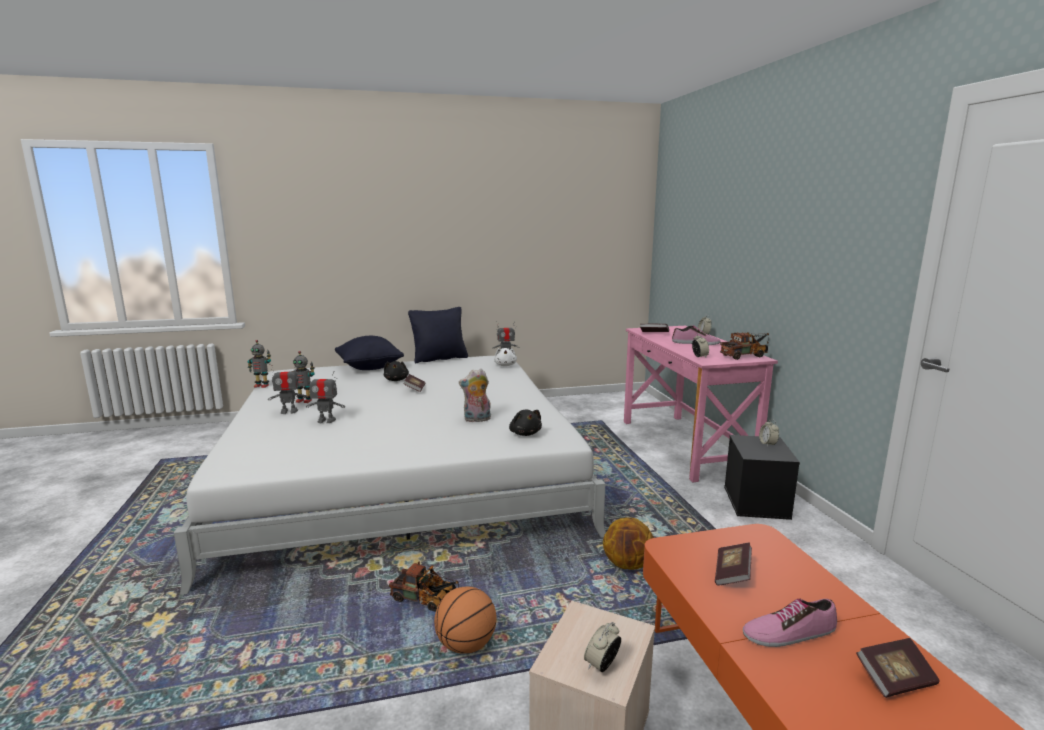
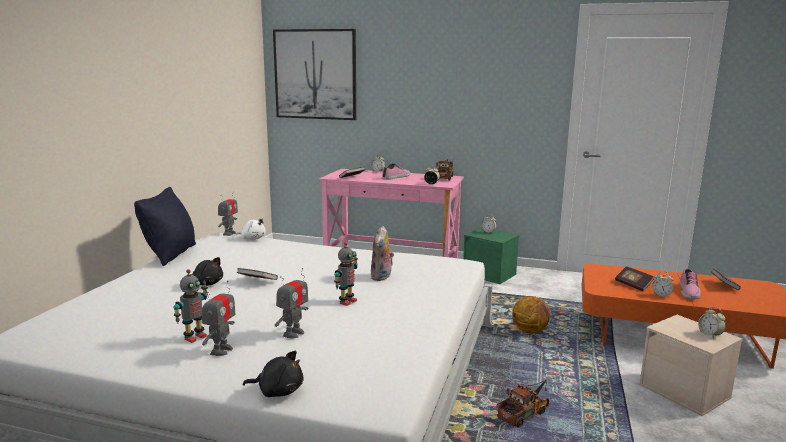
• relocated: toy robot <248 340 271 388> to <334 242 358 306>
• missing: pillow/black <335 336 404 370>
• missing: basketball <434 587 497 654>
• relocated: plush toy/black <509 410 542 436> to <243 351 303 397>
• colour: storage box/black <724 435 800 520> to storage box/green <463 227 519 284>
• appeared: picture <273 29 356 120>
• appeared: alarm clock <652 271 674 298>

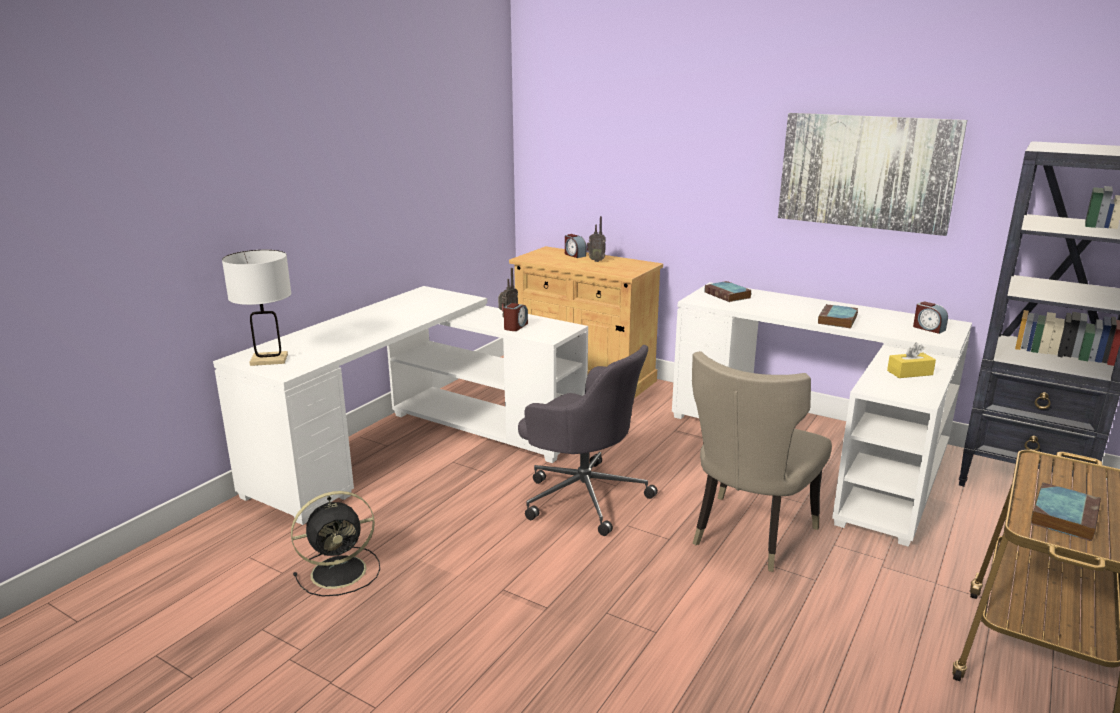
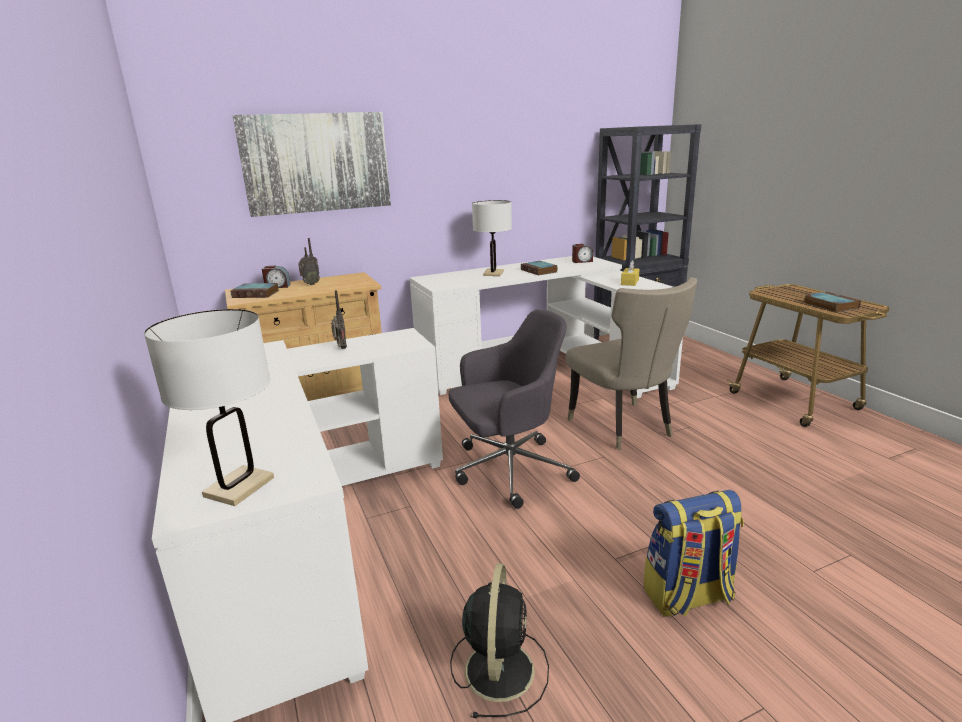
• missing: alarm clock <504 303 528 331>
• relocated: book <705 281 751 302> to <230 283 279 298>
• relocated: picture <778 113 967 236> to <233 112 391 217>
• appeared: table lamp/white <472 200 512 276>
• appeared: backpack <644 490 744 617>

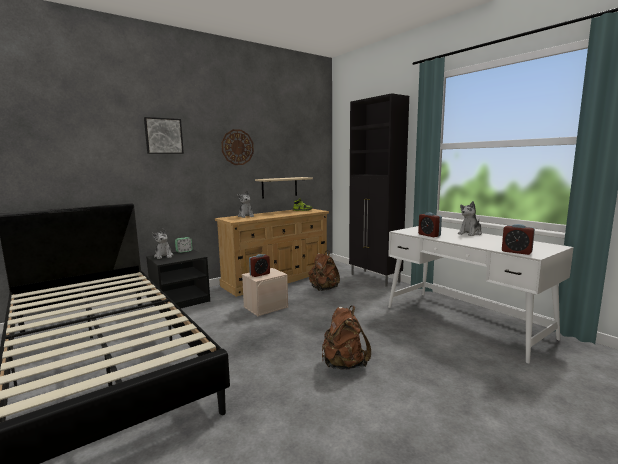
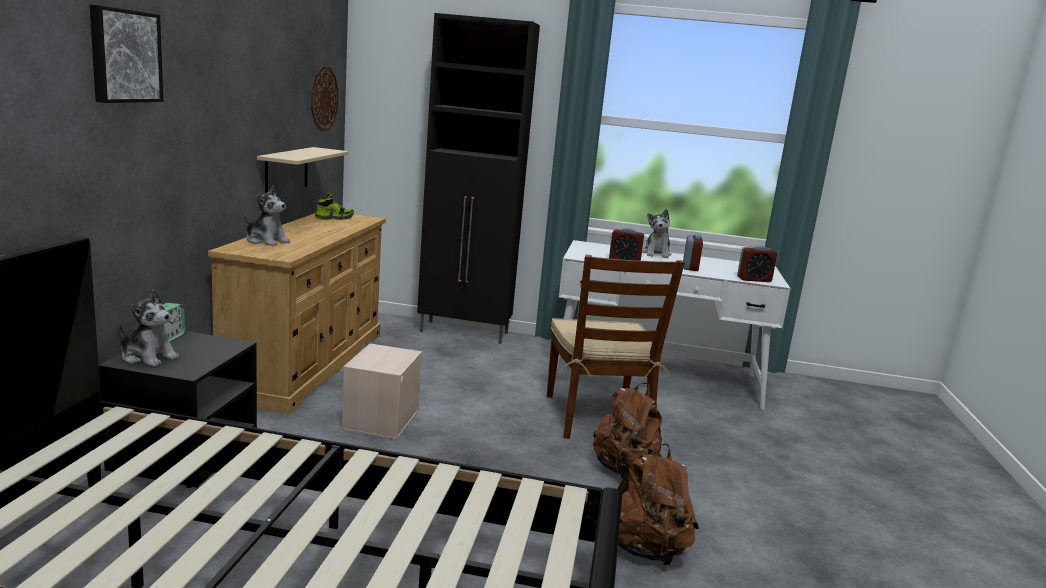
• relocated: wall clock <221 129 254 165> to <311 67 339 131>
• relocated: alarm clock <249 254 270 277> to <683 234 703 271>
• relocated: backpack/brown <309 250 340 291> to <617 443 699 565>
• appeared: chair/brown <547 255 685 439>

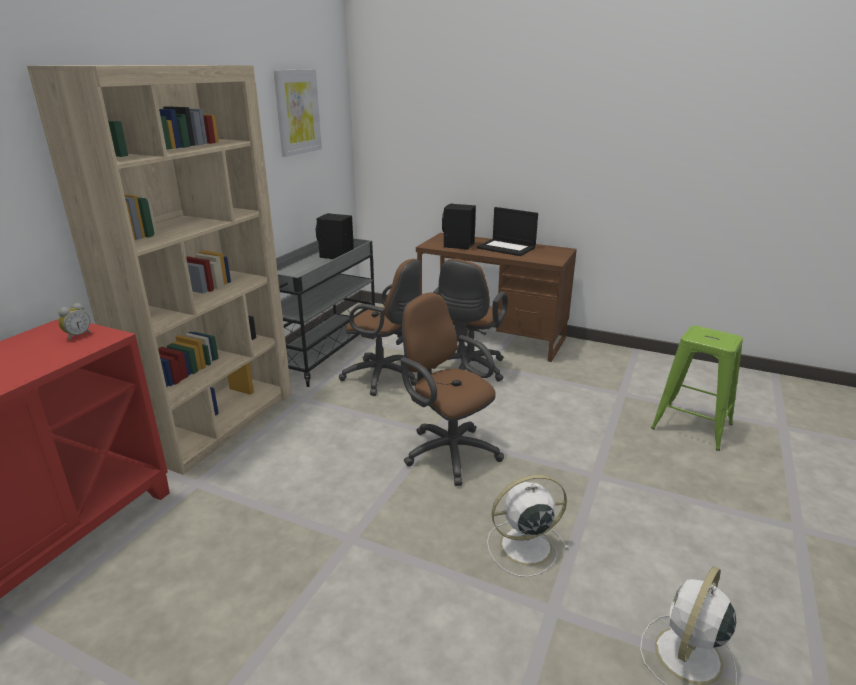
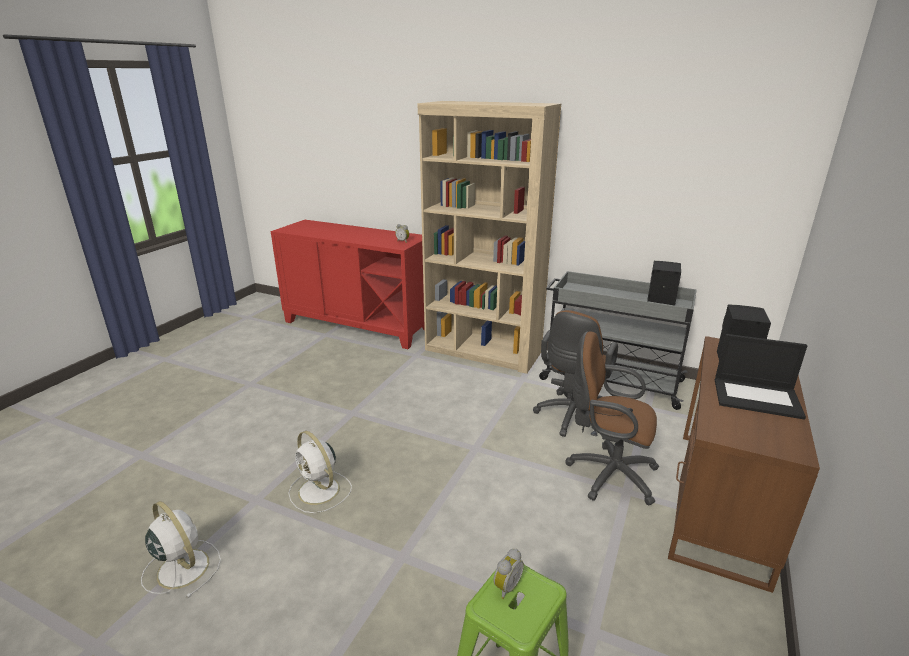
• missing: picture <274 69 322 157>
• missing: office chair/brown <400 292 504 486>
• spun: laptop <477 207 538 256> = <715 334 807 419> 105 degrees counterclockwise
• spun: fan/white <487 475 569 577> = <288 431 352 513> 150 degrees clockwise
• appeared: alarm clock <493 549 524 599>

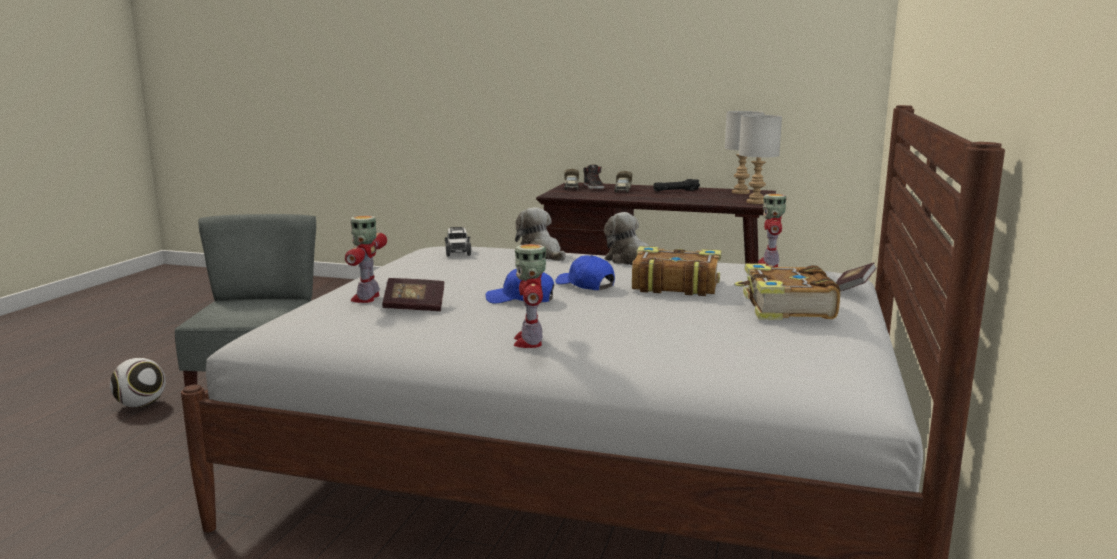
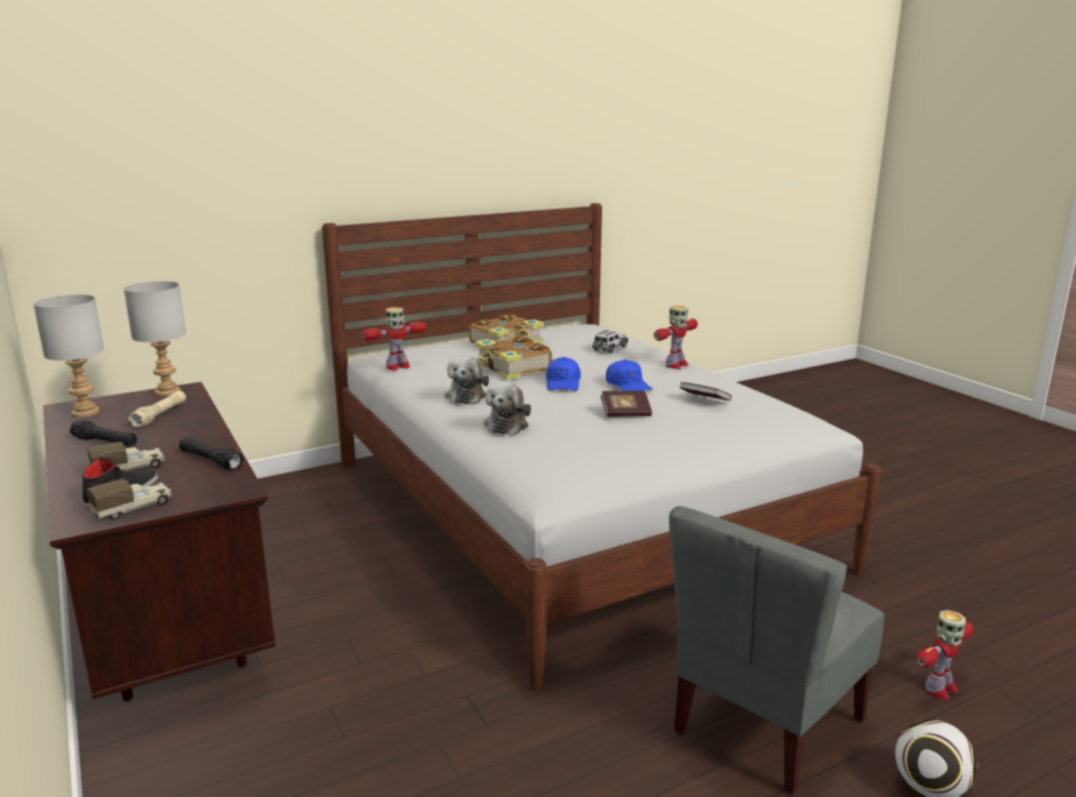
• relocated: toy robot <345 216 387 303> to <915 610 973 700>
• relocated: toy car <445 227 471 256> to <592 330 628 354>
• relocated: book <836 262 876 291> to <601 391 652 417>
• appeared: flashlight/beige <128 391 186 427>
• appeared: flashlight/black <179 437 244 470>

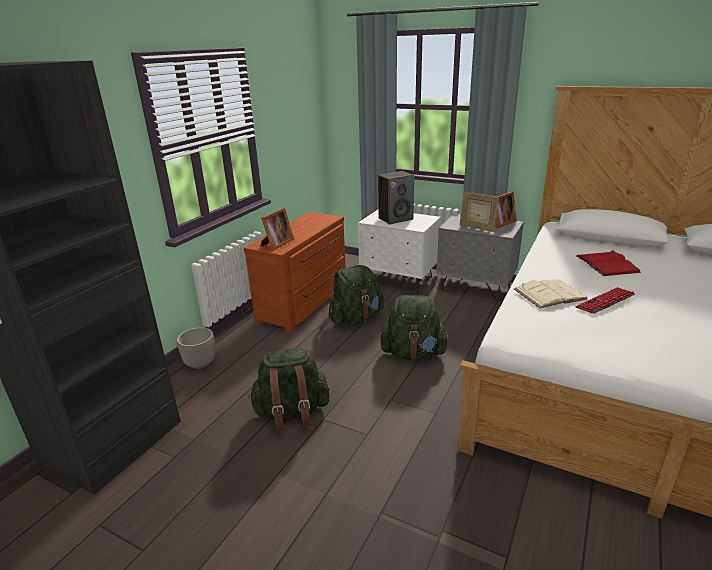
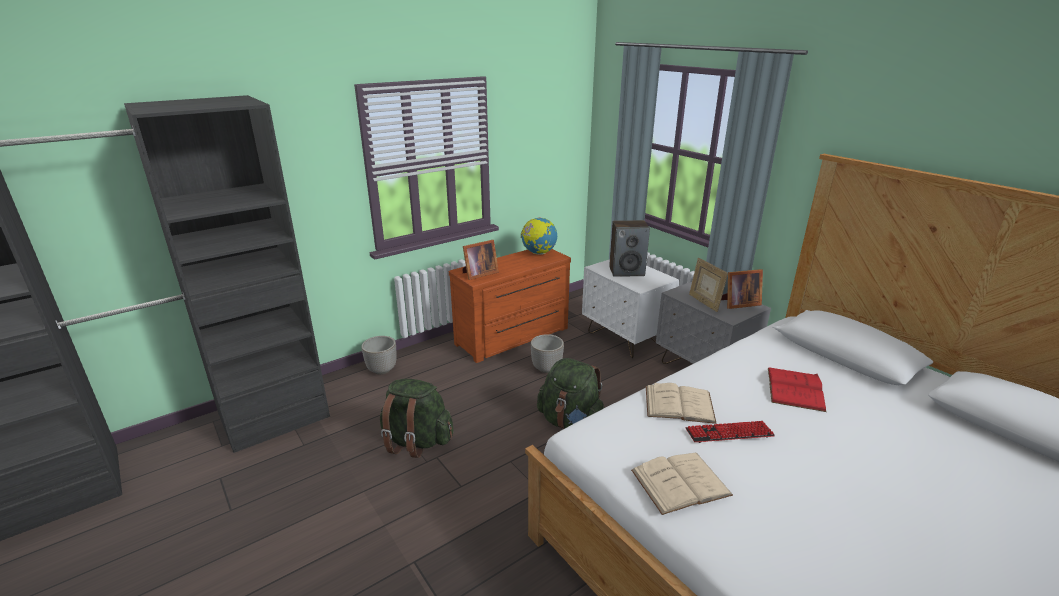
• exchanged: backpack/green <329 265 384 325> to planter <531 334 564 373>
• appeared: globe <521 217 557 255>
• appeared: book/beige <631 453 733 515>

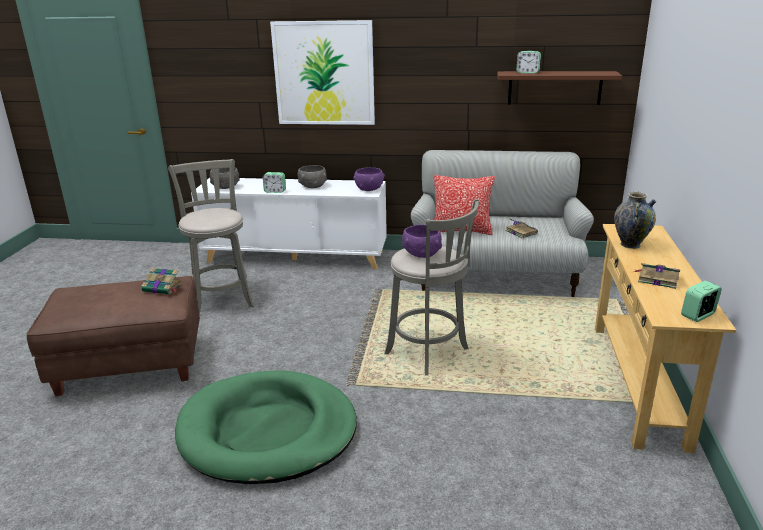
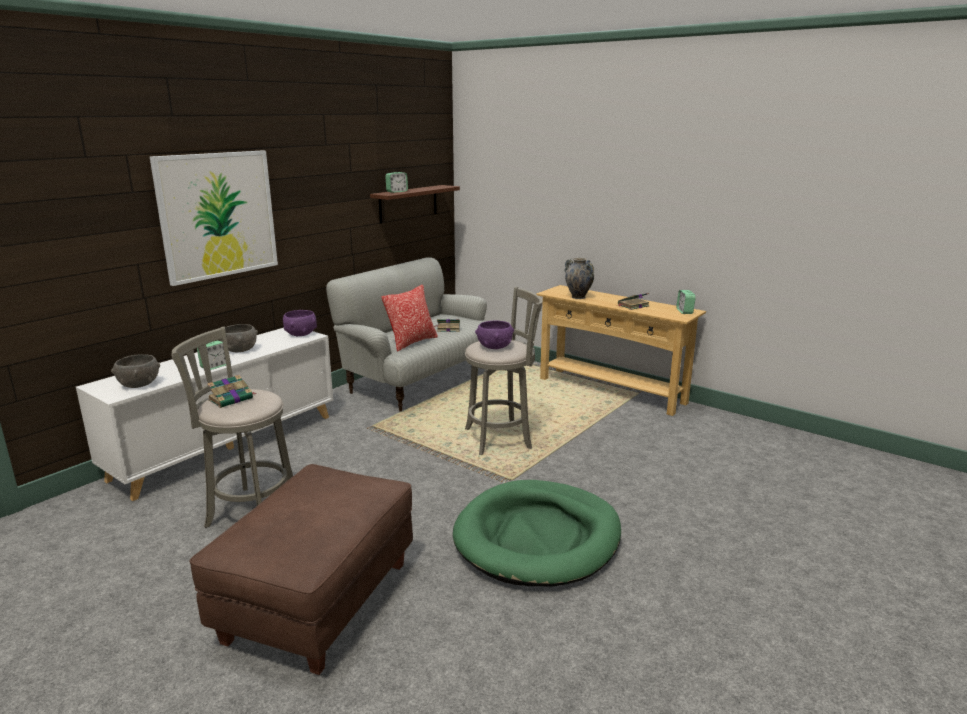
• relocated: book <142 268 182 294> to <207 375 257 408>

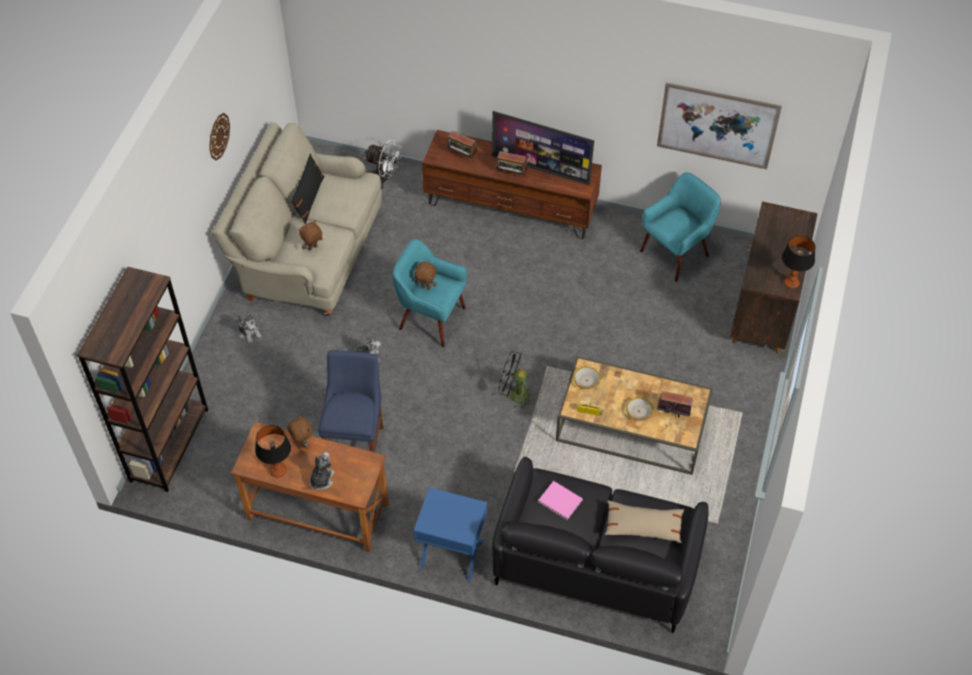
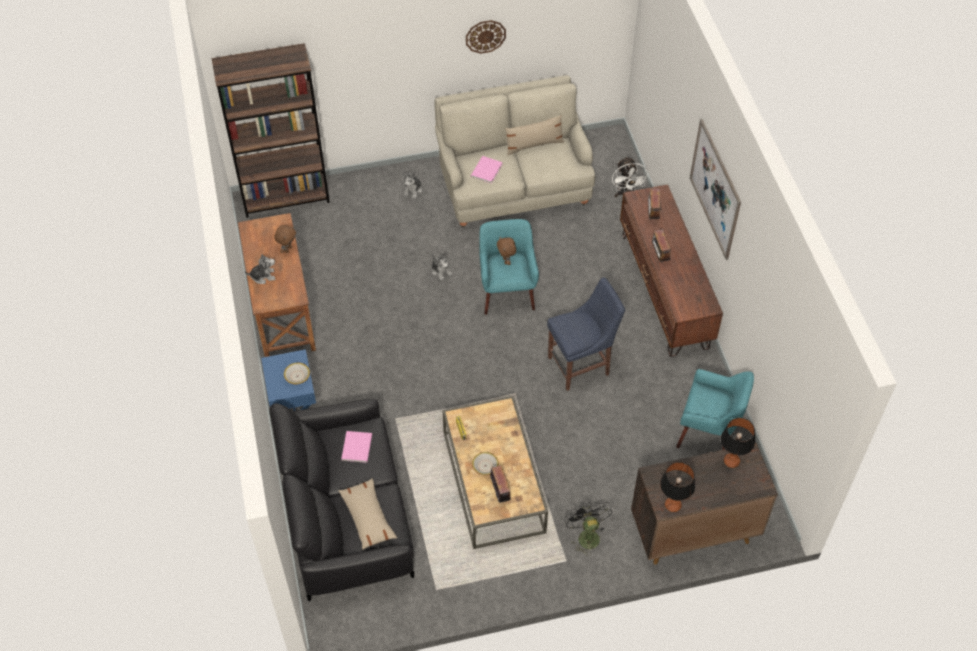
• relocated: table lamp <255 425 291 478> to <721 418 755 468>
• colour: pillow/black <291 154 324 225> to pillow/beige <505 115 564 156>
• exchanged: plush toy/brown <299 221 323 251> to book/pink <471 156 503 184>
• relocated: chair/blue <318 350 383 452> to <547 278 625 391>
• missing: television <492 111 594 185>
• relocated: fan/black <499 351 535 409> to <564 500 612 556>
• relocated: bowl <573 366 600 389> to <284 363 310 384>
• relocated: picture <657 83 782 169> to <690 119 741 260>

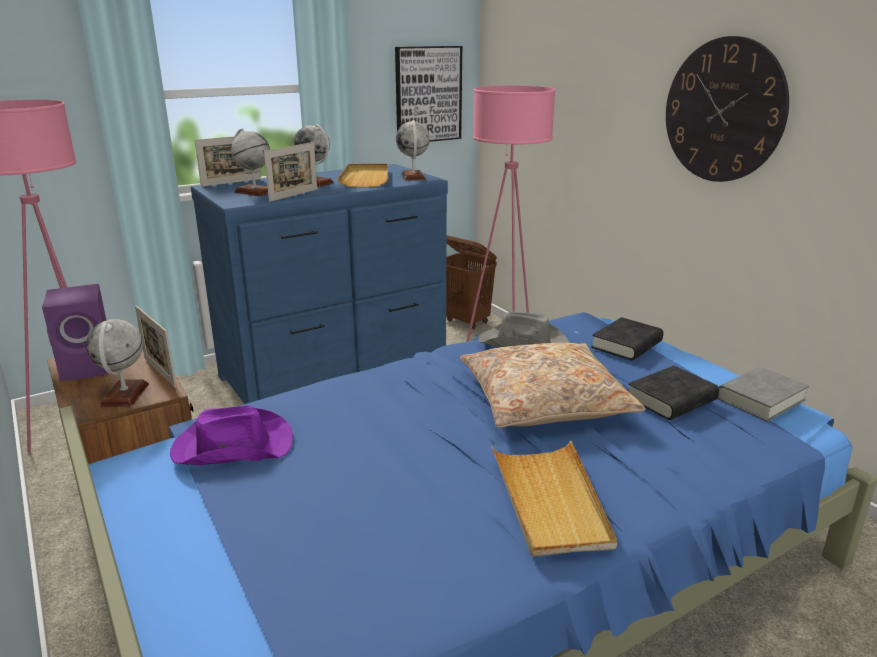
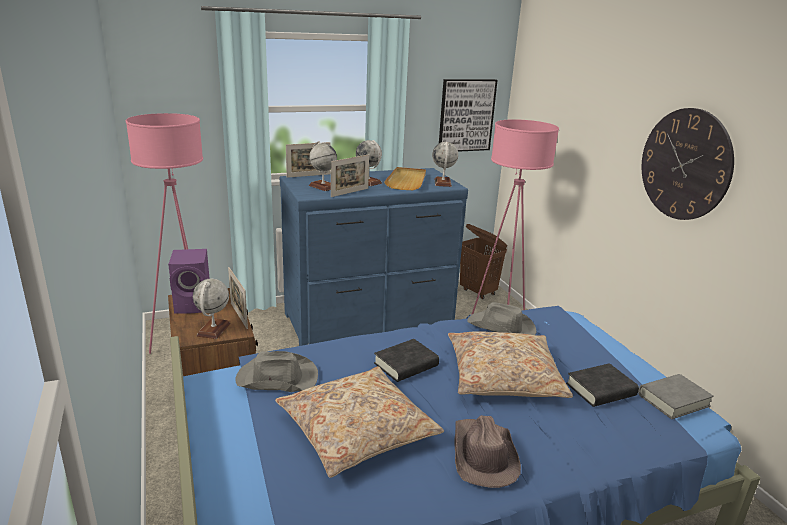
• colour: hat/purple <170 406 293 465> to hat/grey <235 351 318 392>
• exchanged: tray/beige <491 440 617 557> to hat/brown <454 415 521 488>
• relocated: book/black <591 317 663 361> to <374 339 439 382>
• appeared: pillow/beige <275 366 444 478>

